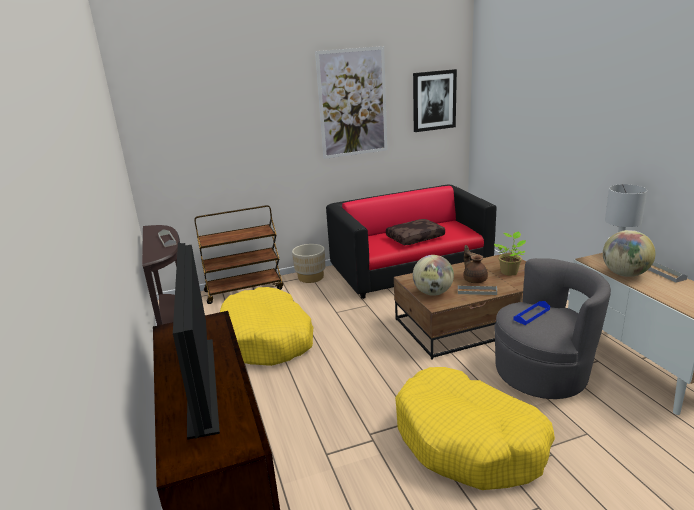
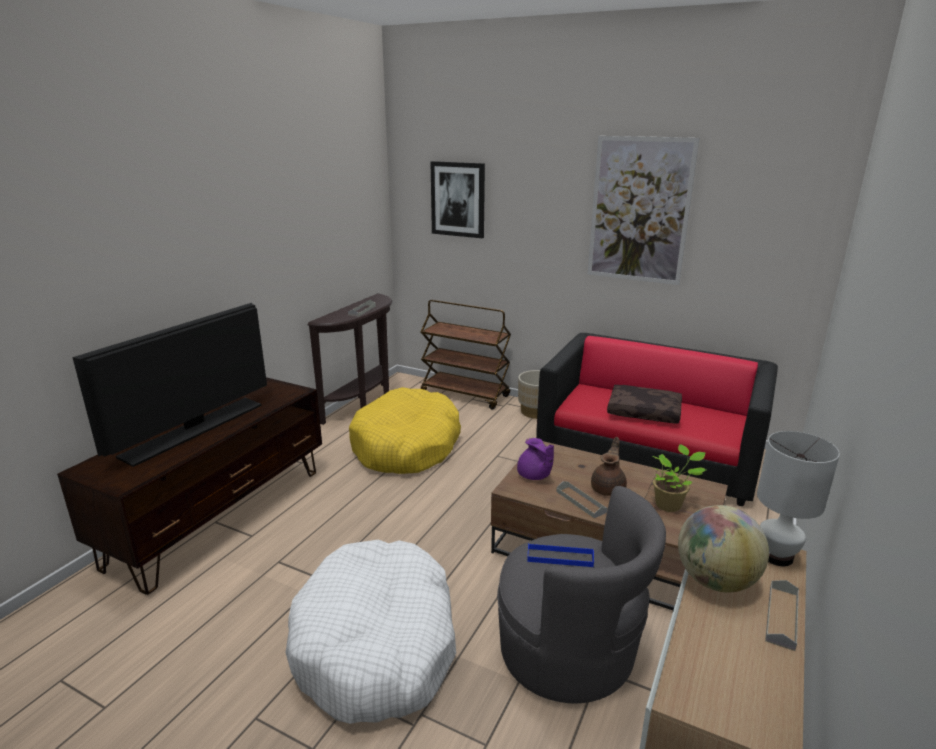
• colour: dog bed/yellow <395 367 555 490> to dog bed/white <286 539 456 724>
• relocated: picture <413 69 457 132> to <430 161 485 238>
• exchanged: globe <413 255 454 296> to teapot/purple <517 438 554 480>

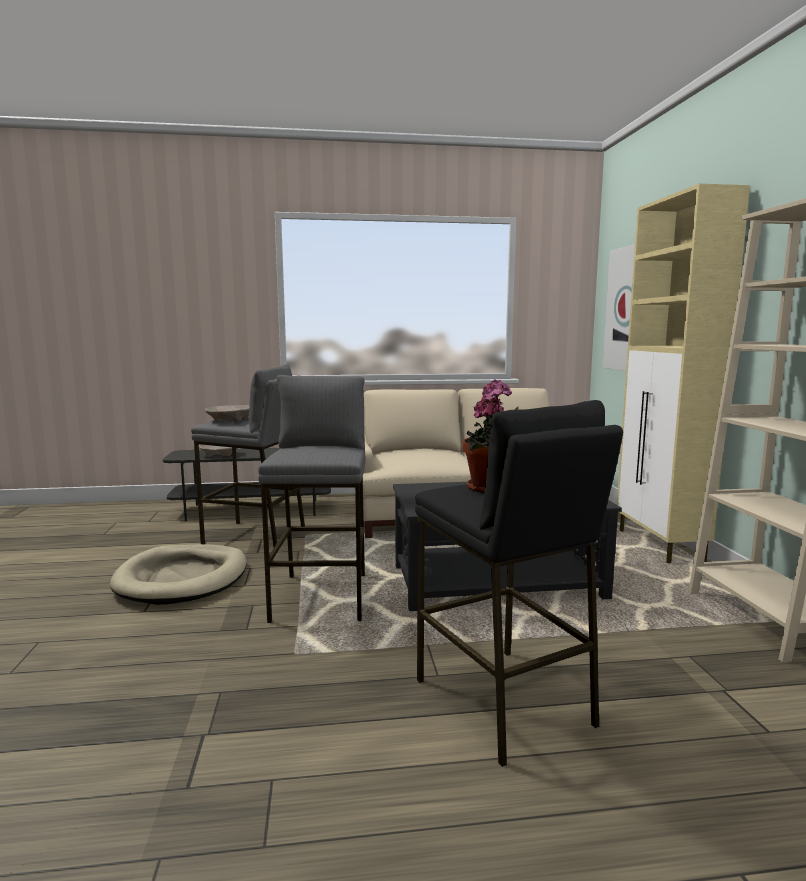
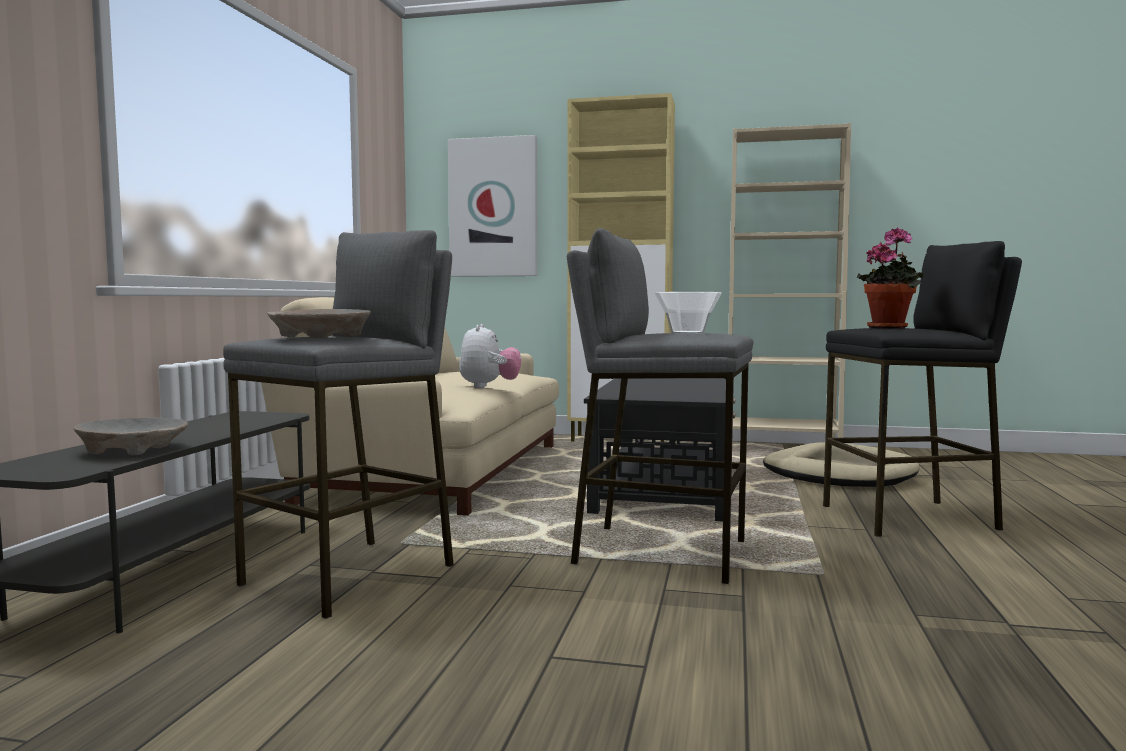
• relocated: dog bed/beige <110 544 247 605> to <763 442 919 487>
• appeared: plush toy <459 324 521 388>
• appeared: bowl <655 292 721 335>

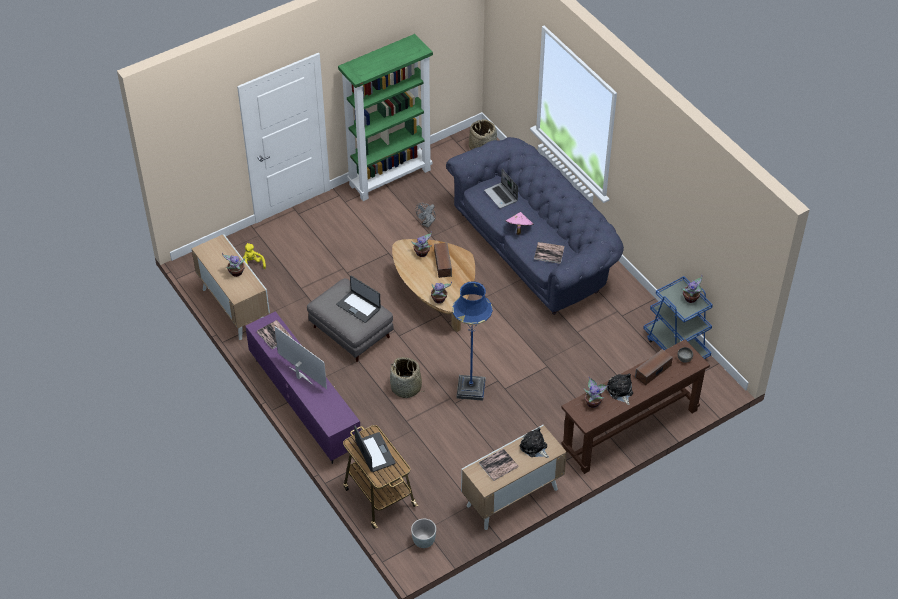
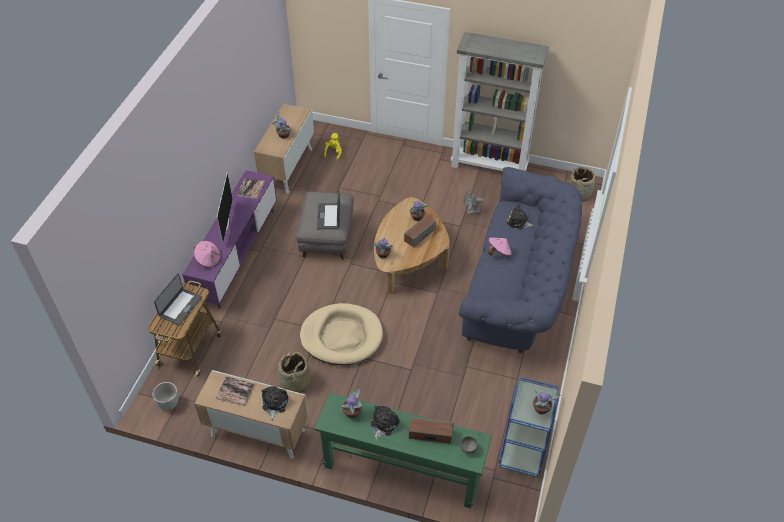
• colour: bookcase/green <338 34 433 201> to bookcase/grey <450 32 549 171>
• relocated: basket <390 357 424 398> to <278 352 312 393>
• exchanged: floor lamp/blue <452 281 493 401> to dog bed/beige <300 303 383 365>
• exchanged: laptop <484 169 518 209> to plush toy <507 203 534 230>
• missing: book <534 242 564 264>
• colour: console table/brown <561 340 710 474> to console table/green <315 392 492 508>
• appeared: hat/pink <194 241 221 268>

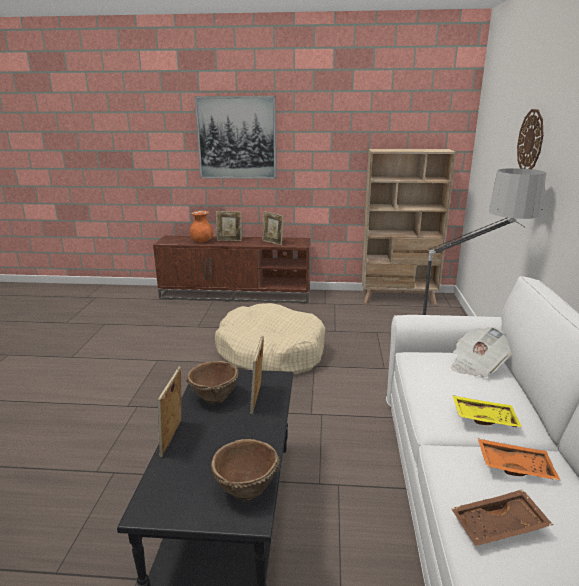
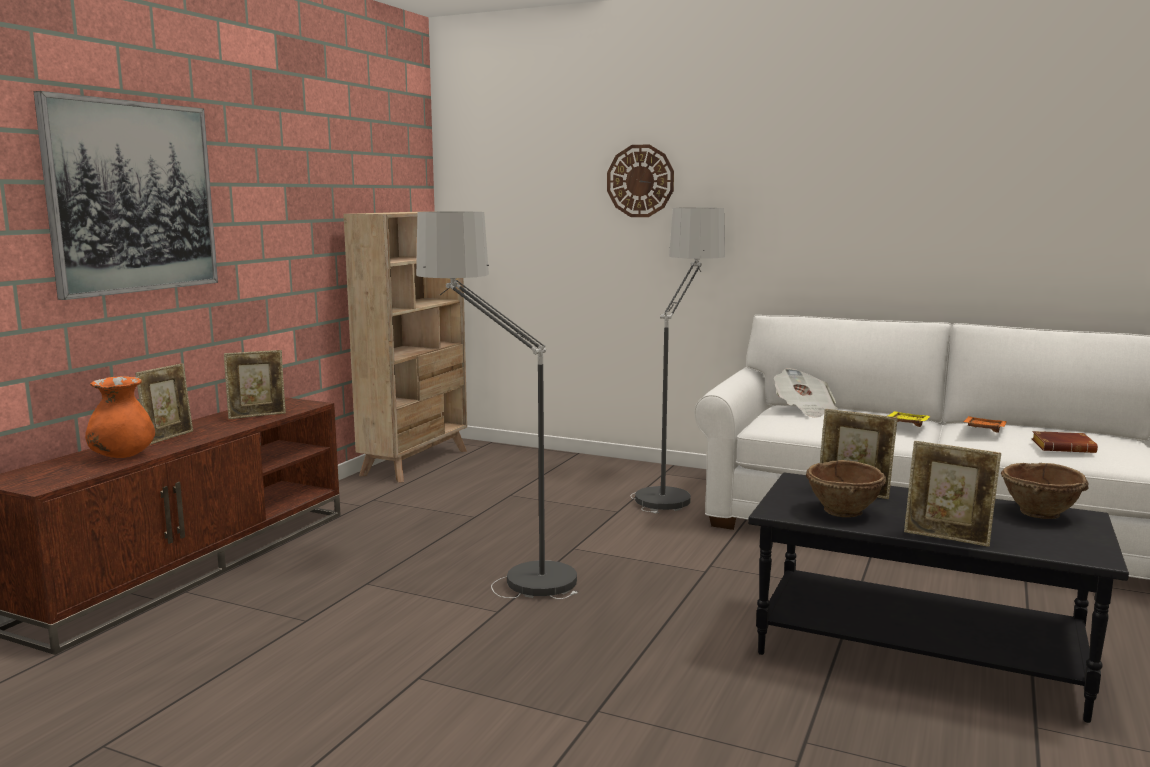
• exchanged: dog bed/beige <215 303 325 375> to floor lamp <416 212 578 599>
• exchanged: tray/brown <451 489 553 546> to book/brown <1032 431 1098 453>

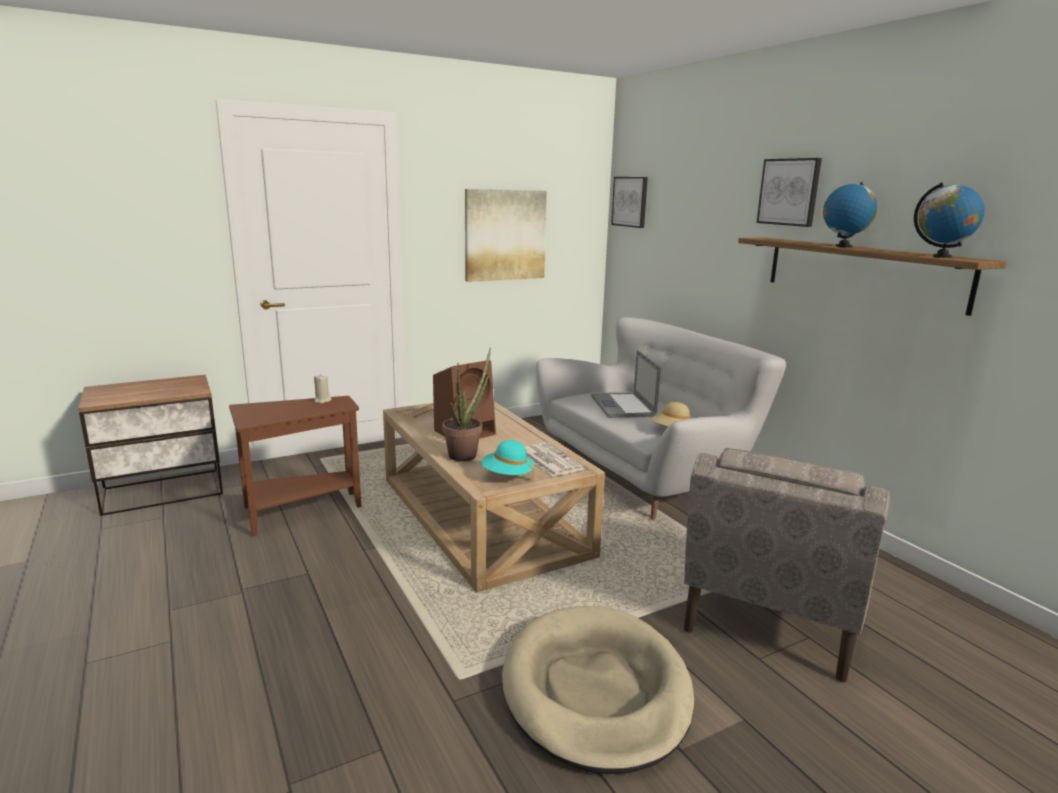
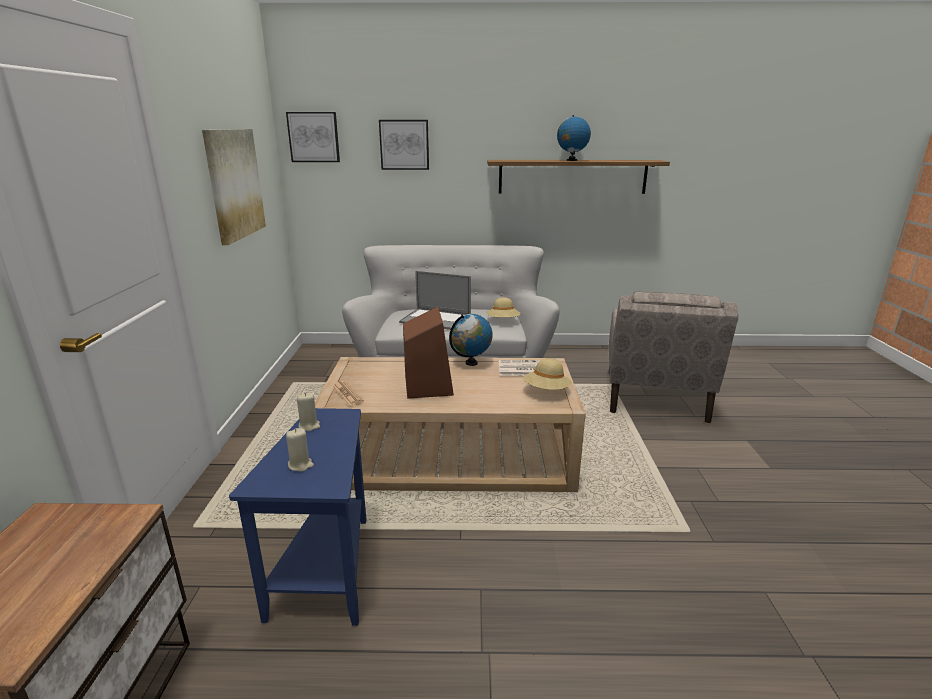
• colour: side table/brown <229 396 361 537> to side table/blue <229 408 367 626>
• missing: potted plant <442 347 491 461>
• colour: hat/turquoise <481 440 534 480> to hat/beige <523 359 572 390>
• missing: dog bed/beige <502 606 694 774>
• spun: armchair/beige <684 448 890 682> = <609 291 738 423> 45 degrees clockwise
• relocated: picture <757 158 822 227> to <379 120 429 170>
• relocated: globe <914 182 985 258> to <449 314 493 366>
• appeared: candle/beige <286 428 314 472>

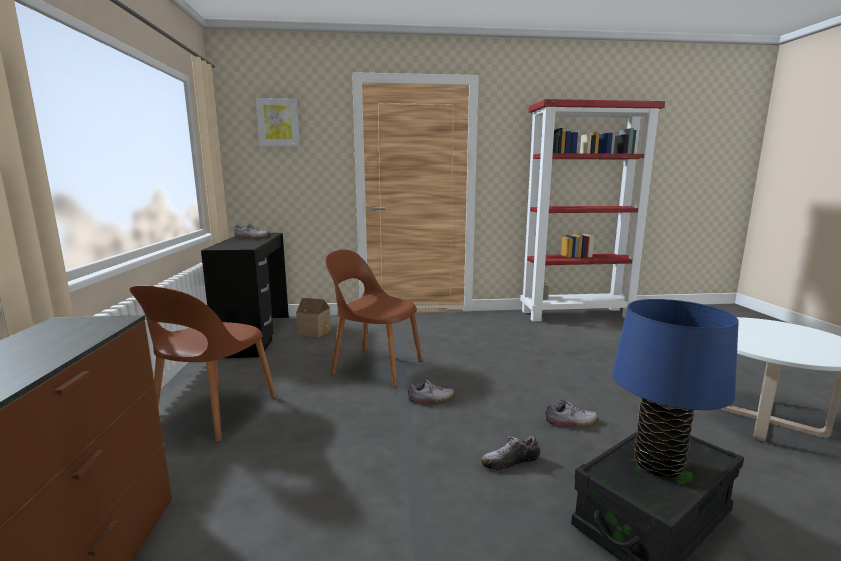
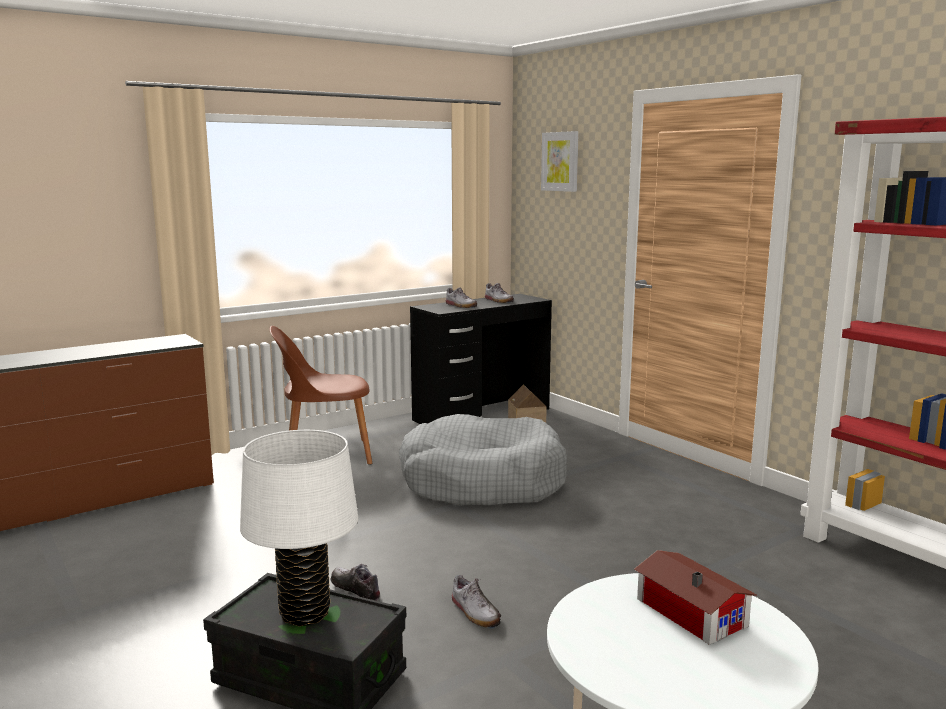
• exchanged: chair/brown <325 249 422 387> to dog bed/grey <399 414 567 506>
• relocated: shoe <408 379 455 403> to <446 288 477 308>
• colour: table lamp/blue <612 299 739 479> to table lamp/white <240 430 358 626>
• appeared: toy house <634 550 757 645>

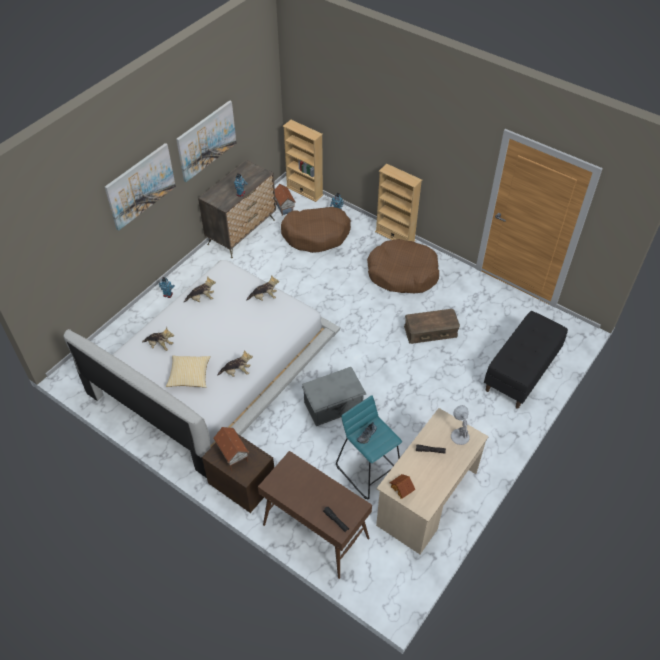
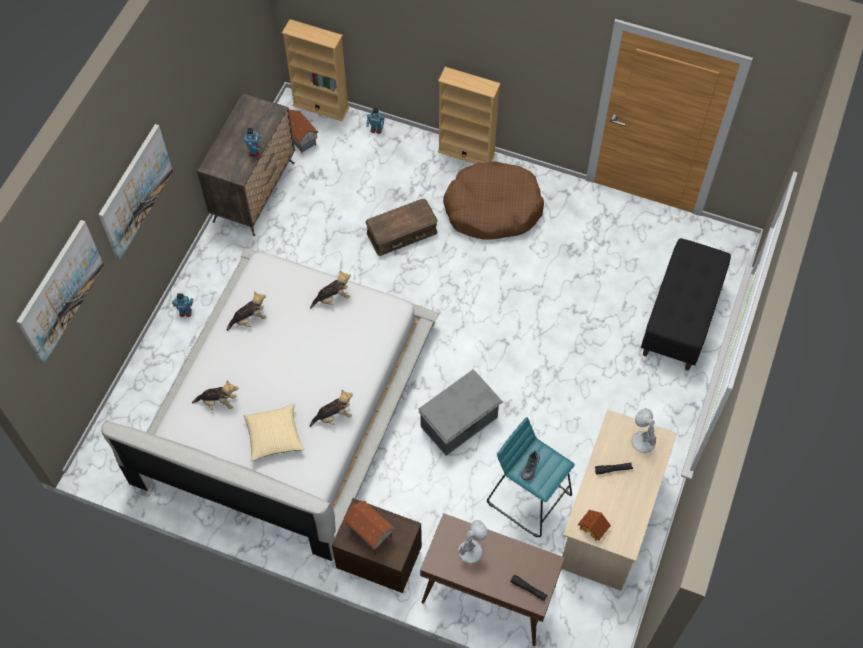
• relocated: picture <176 100 236 182> to <17 220 104 364>
• missing: dog bed/brown <281 207 351 253>
• relocated: storage box/brown <404 309 460 344> to <366 199 438 256>
• appeared: table lamp/white <458 520 487 564>

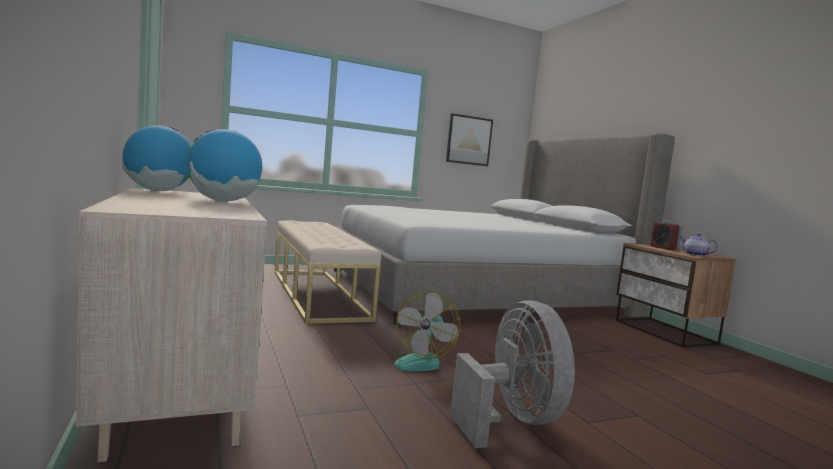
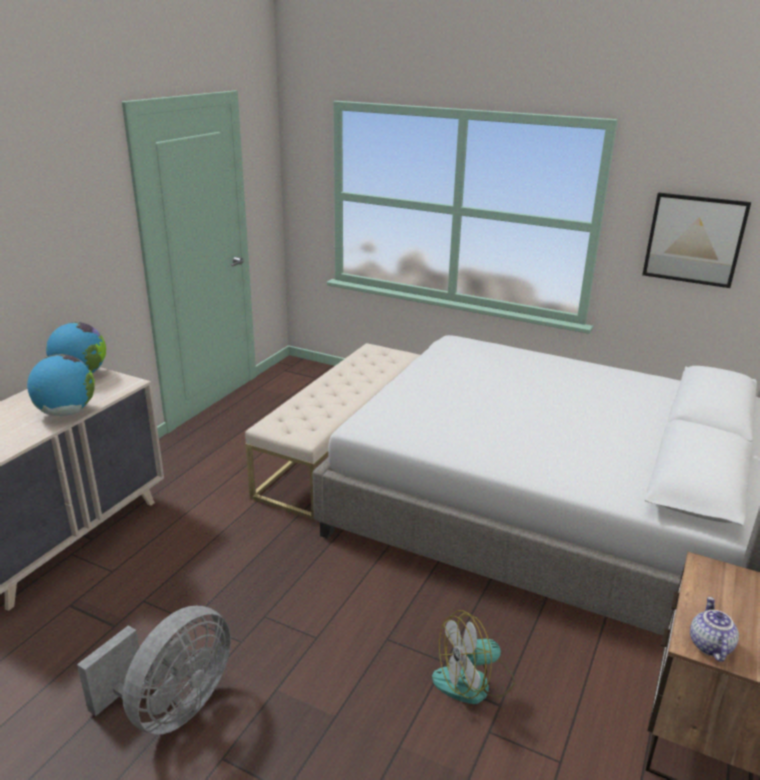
• relocated: fan <391 290 460 371> to <432 610 515 704>
• missing: alarm clock <650 220 682 250>

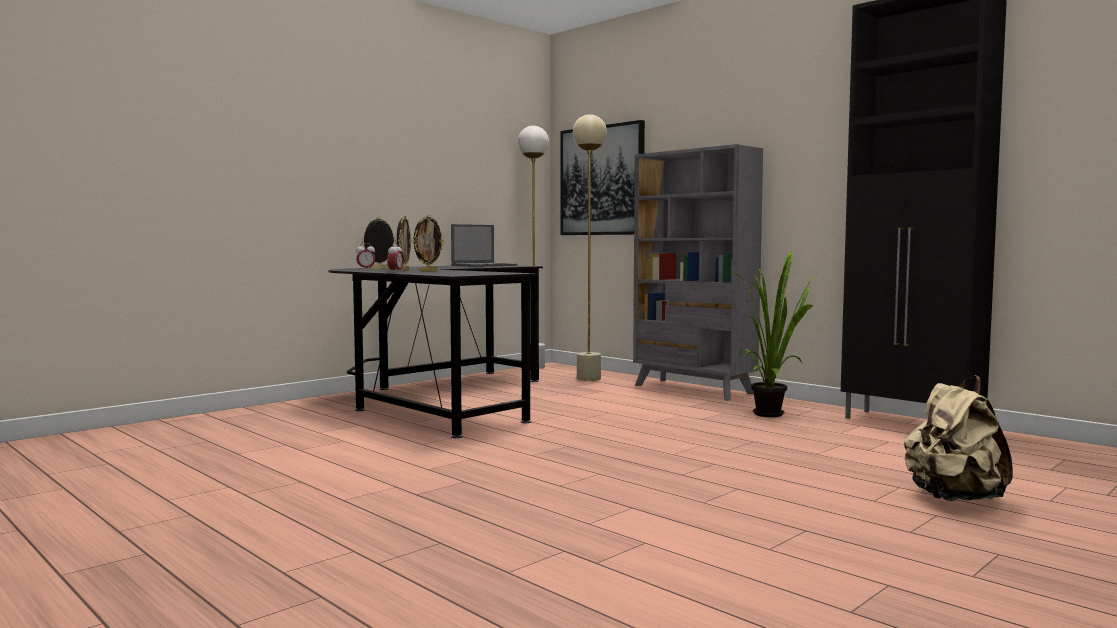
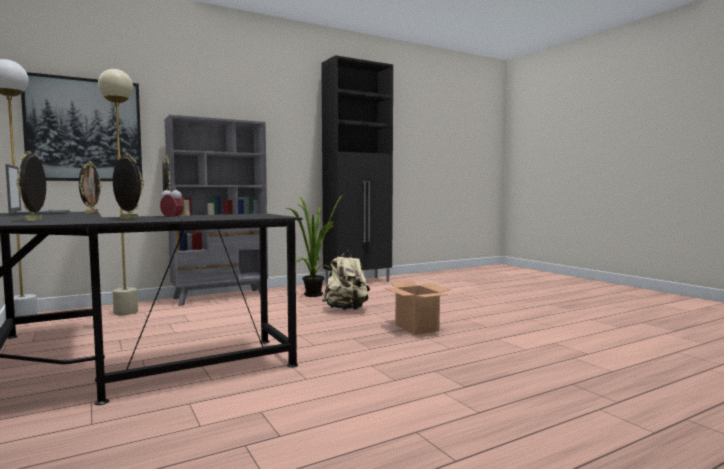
• missing: alarm clock <356 243 375 270>
• relocated: backpack/beige <904 376 1013 501> to <322 250 370 310>
• appeared: picture frame <79 161 102 214>
• appeared: cardboard box <384 281 451 335>

